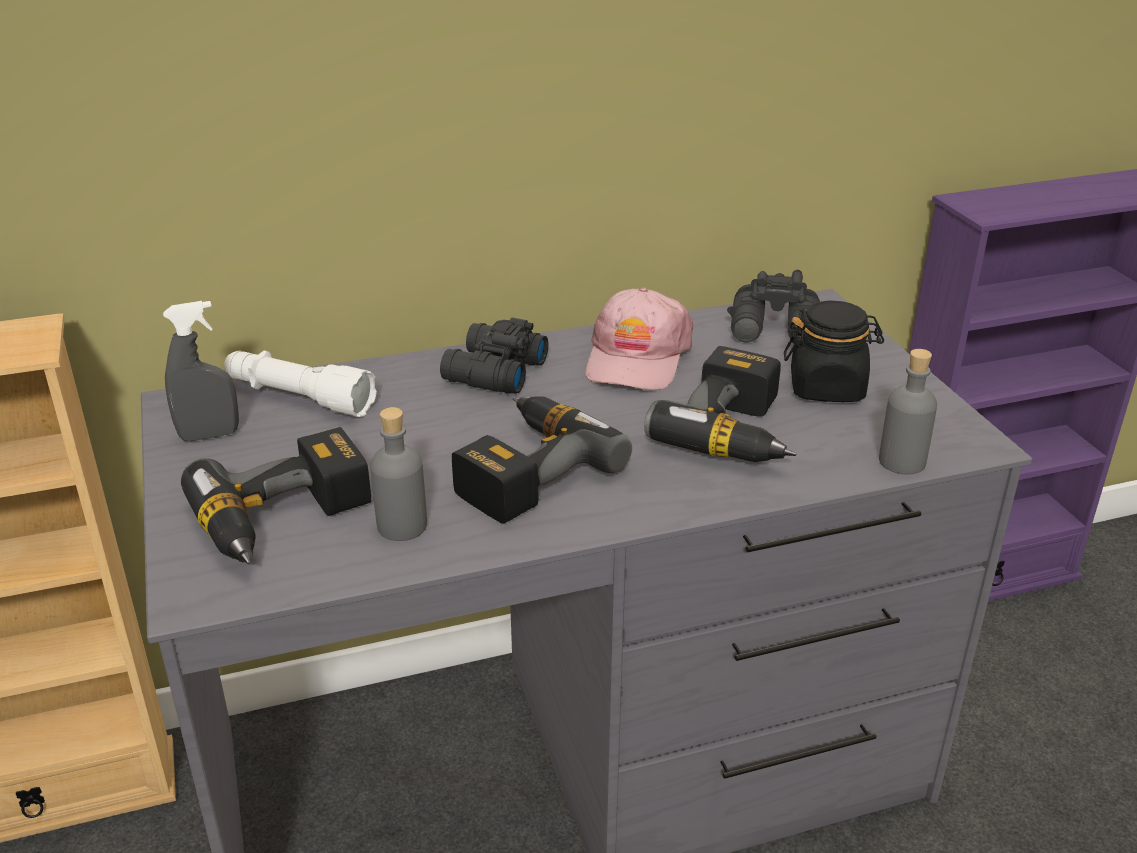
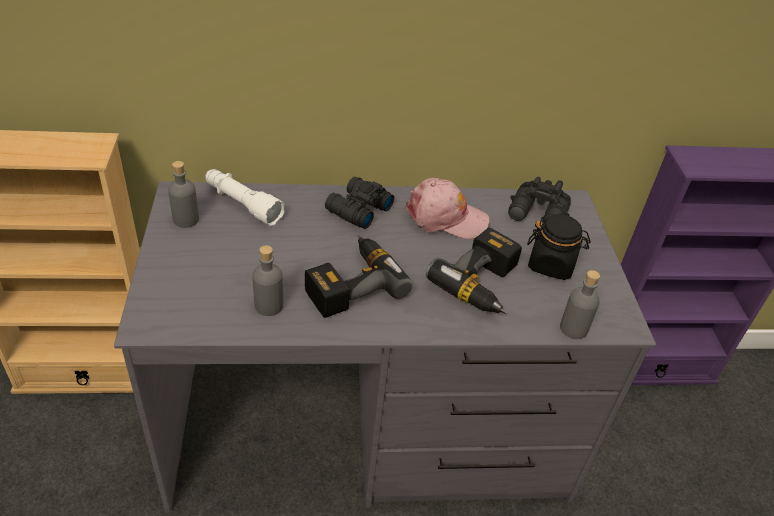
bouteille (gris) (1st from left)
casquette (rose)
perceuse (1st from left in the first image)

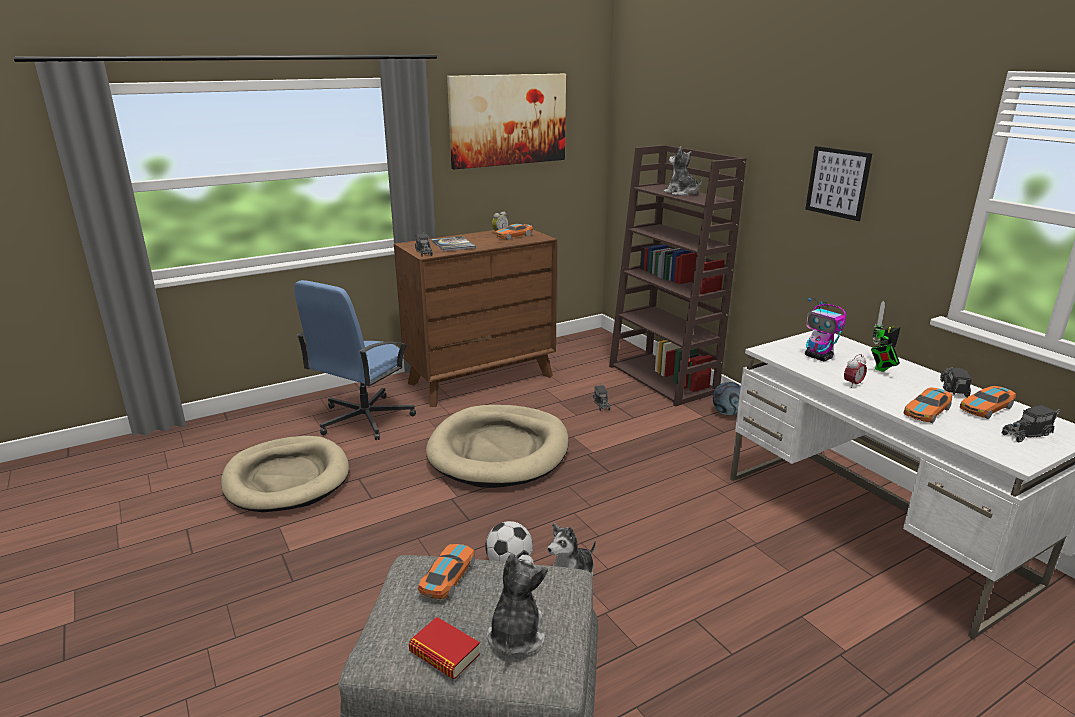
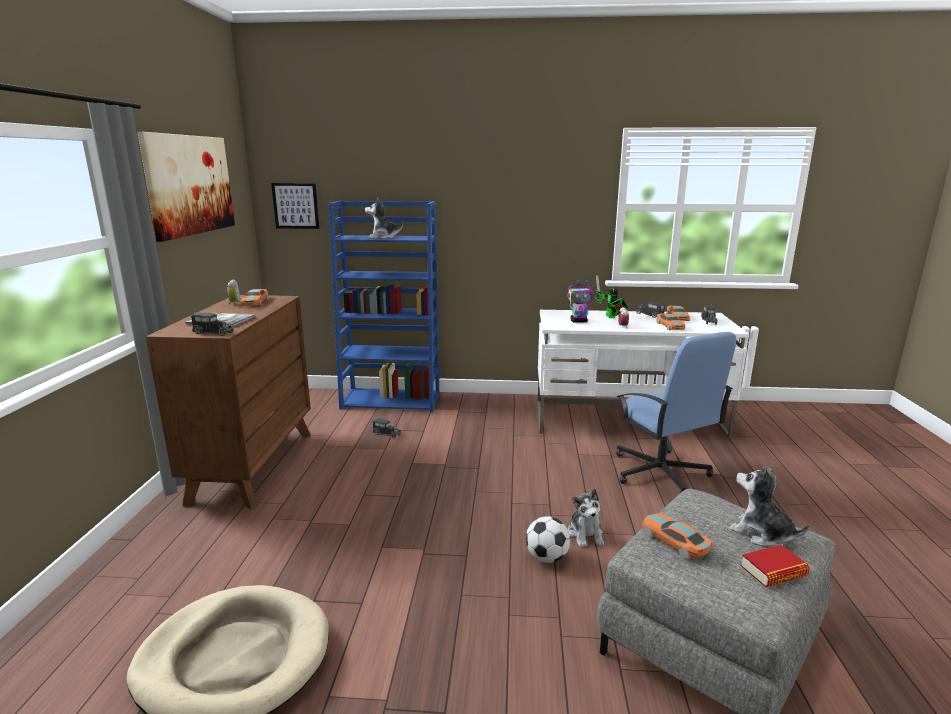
tableau (2nd from left)
bibliothèque (bleu)
chaise de bureau (bleu)
panier pour chien (beige) (2nd from left in the first image)
ballon de foot (2nd from left in the first image)

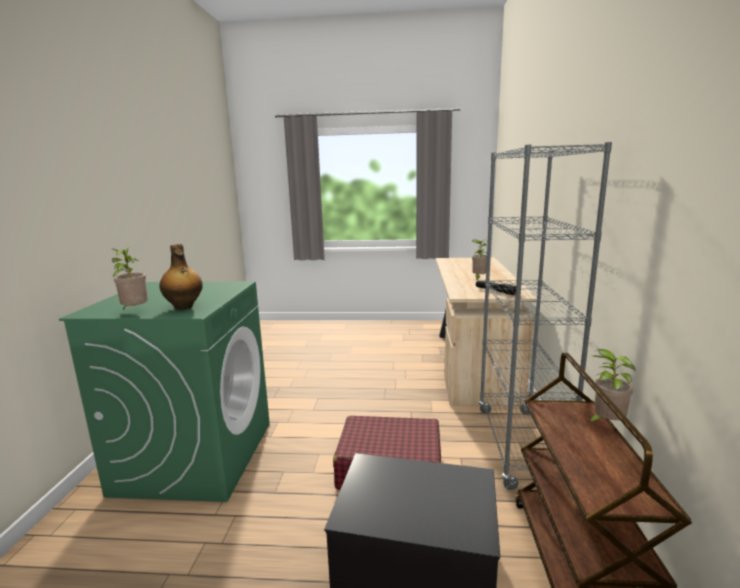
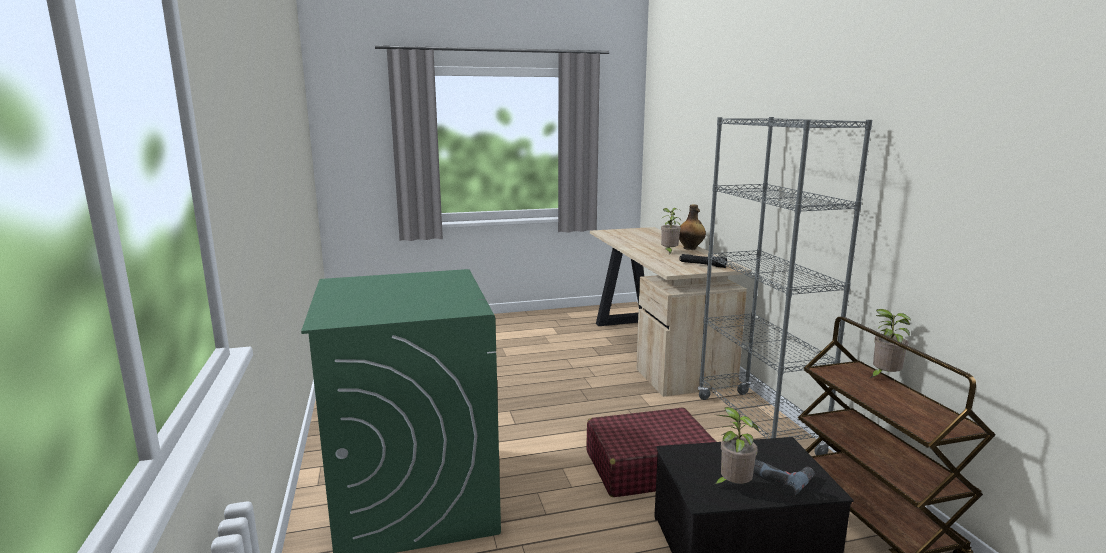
bouteille
plante en pot (2nd from left)
perceuse

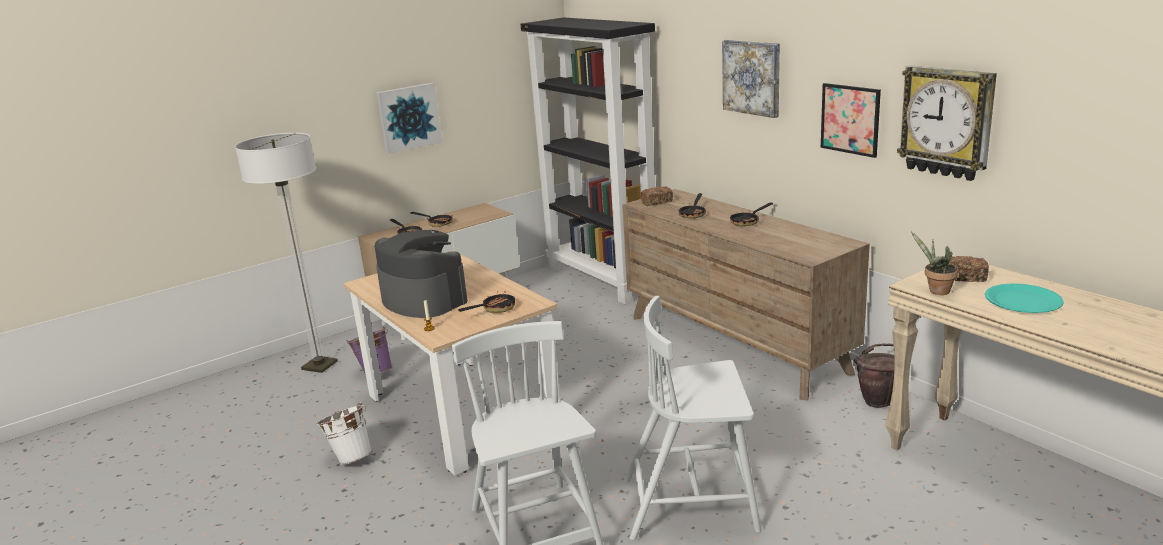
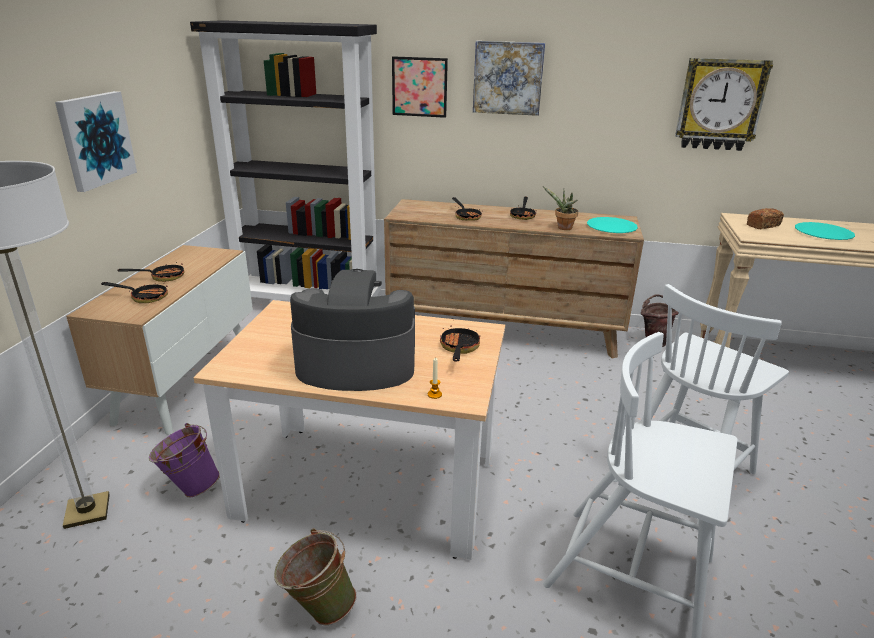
seau (vert)
tableau (2nd from left)
plante en pot
assiette (turquoise) (1st from left)
pain (1st from left in the first image)

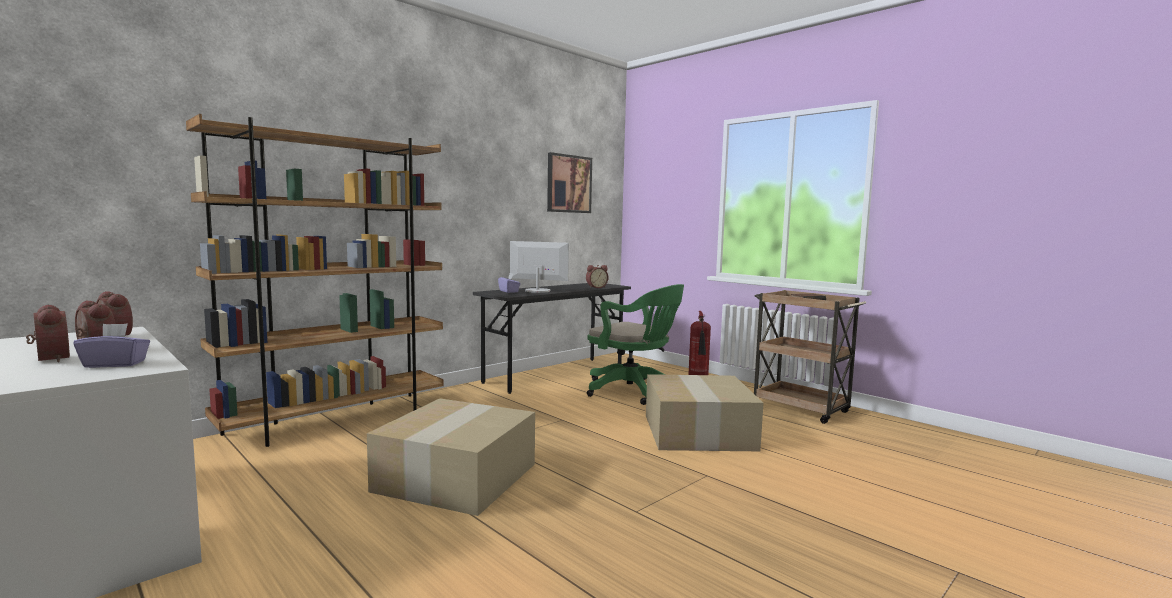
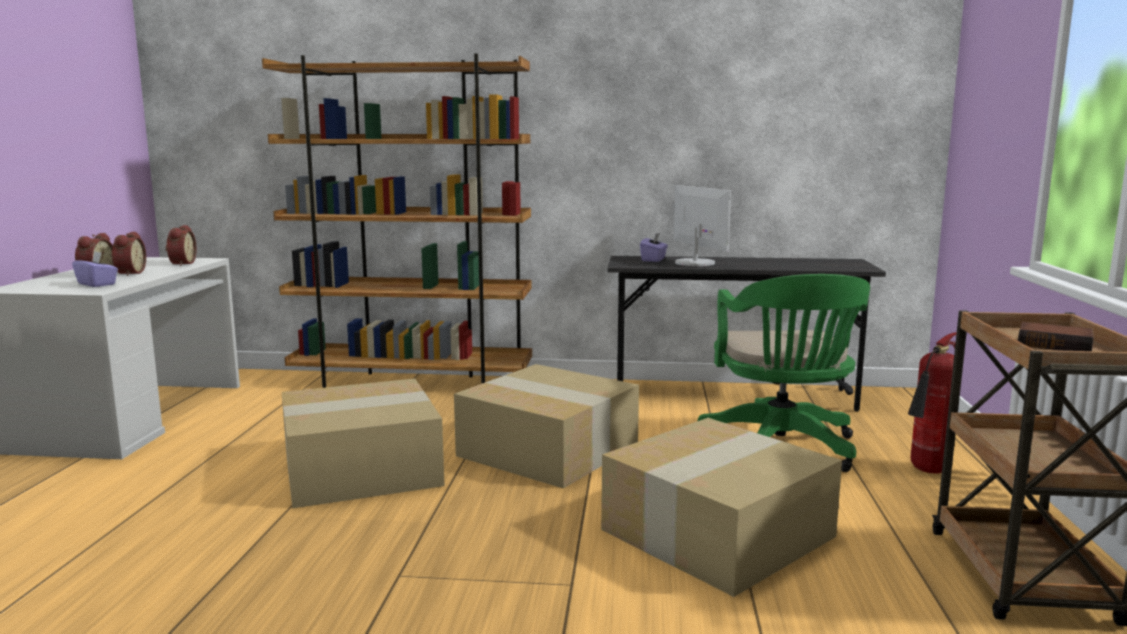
carton (2nd from left)
tableau
réveil (4th from left in the first image)

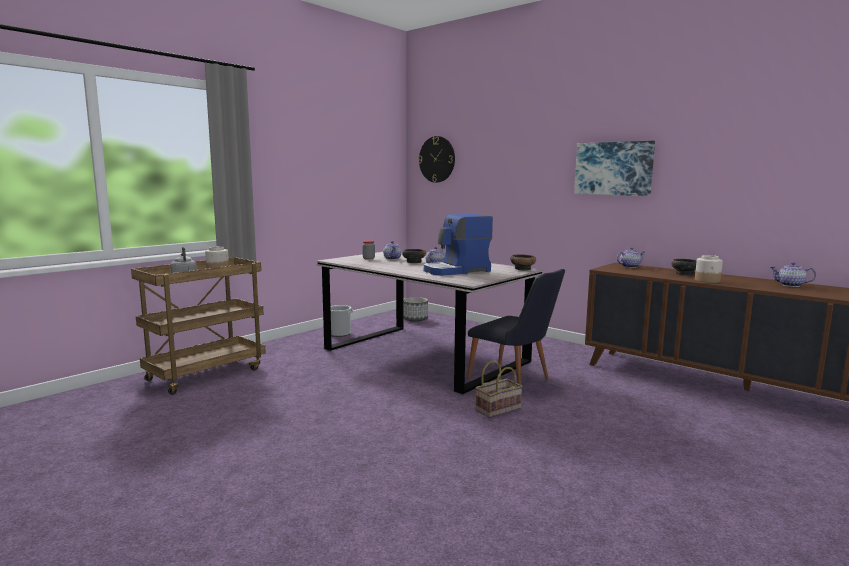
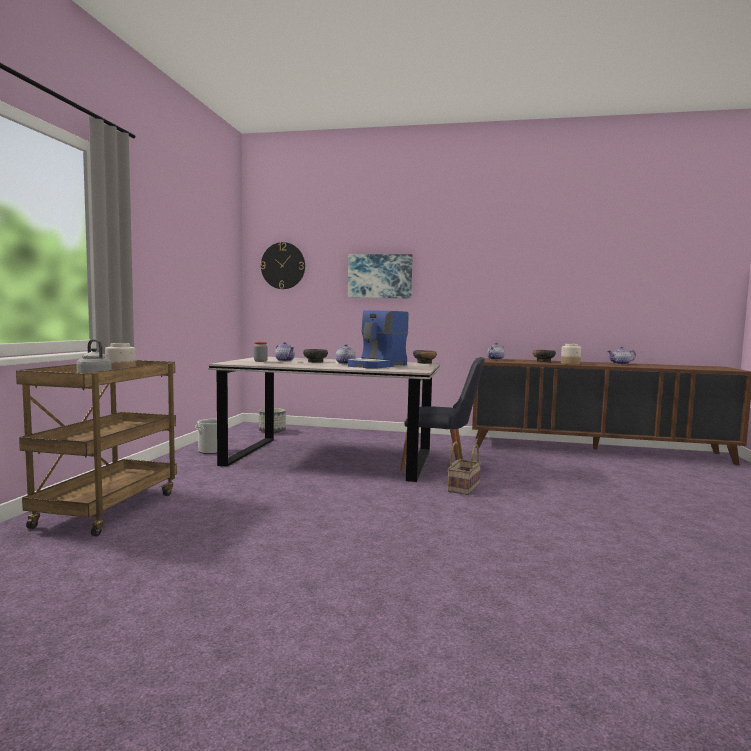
tableau

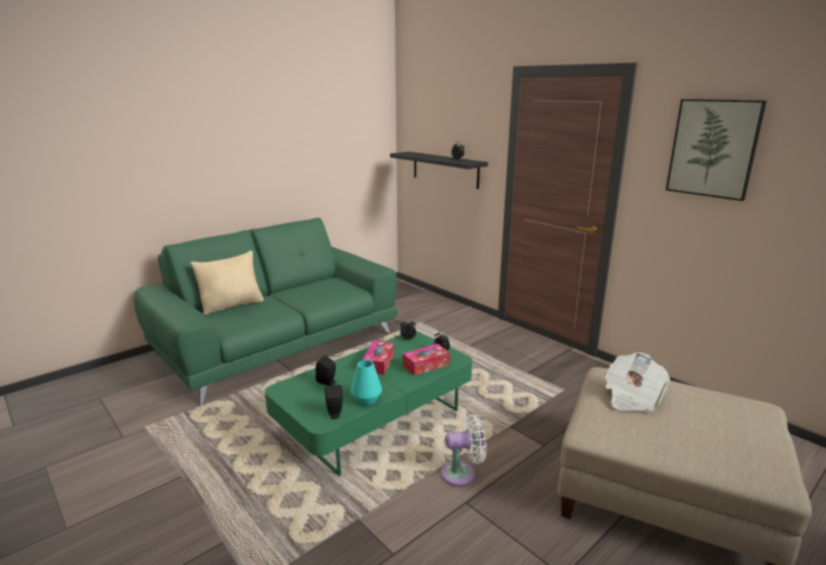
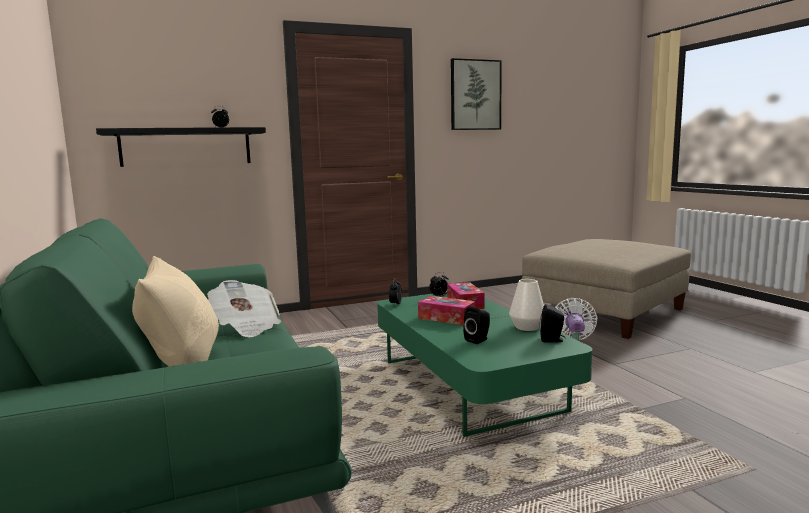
journal
vase (blanc)

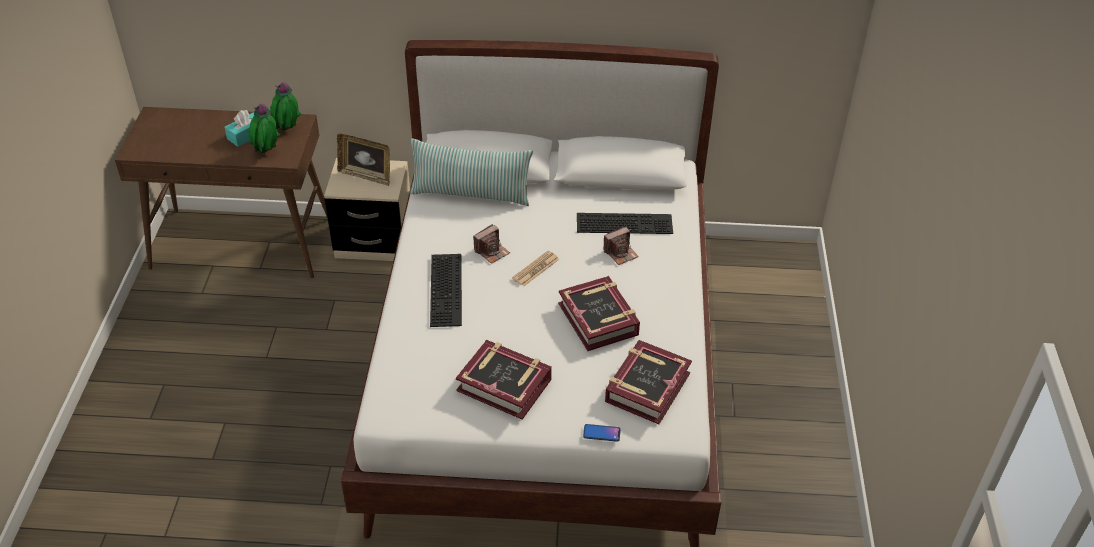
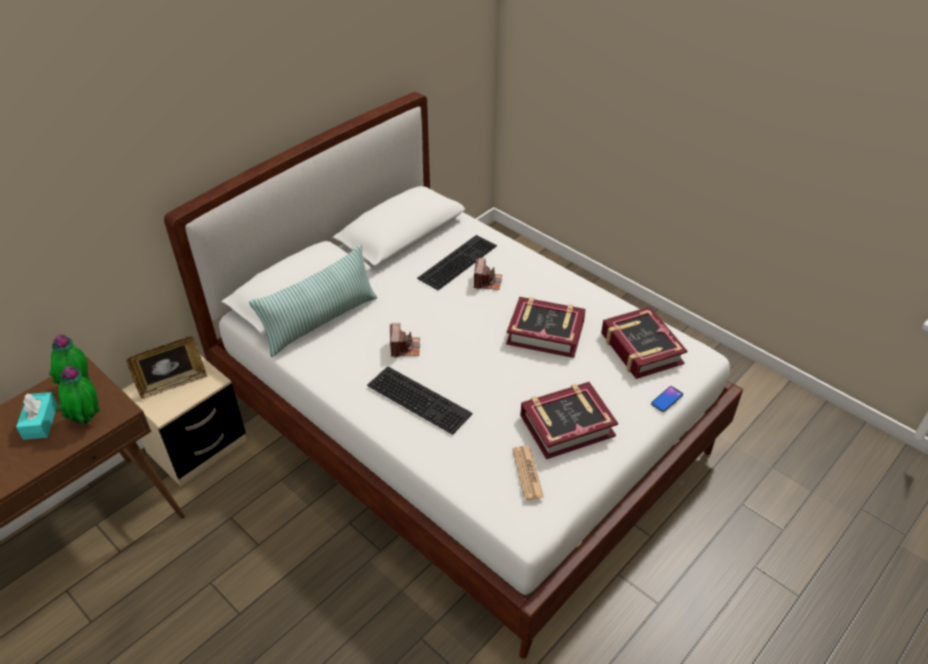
journal

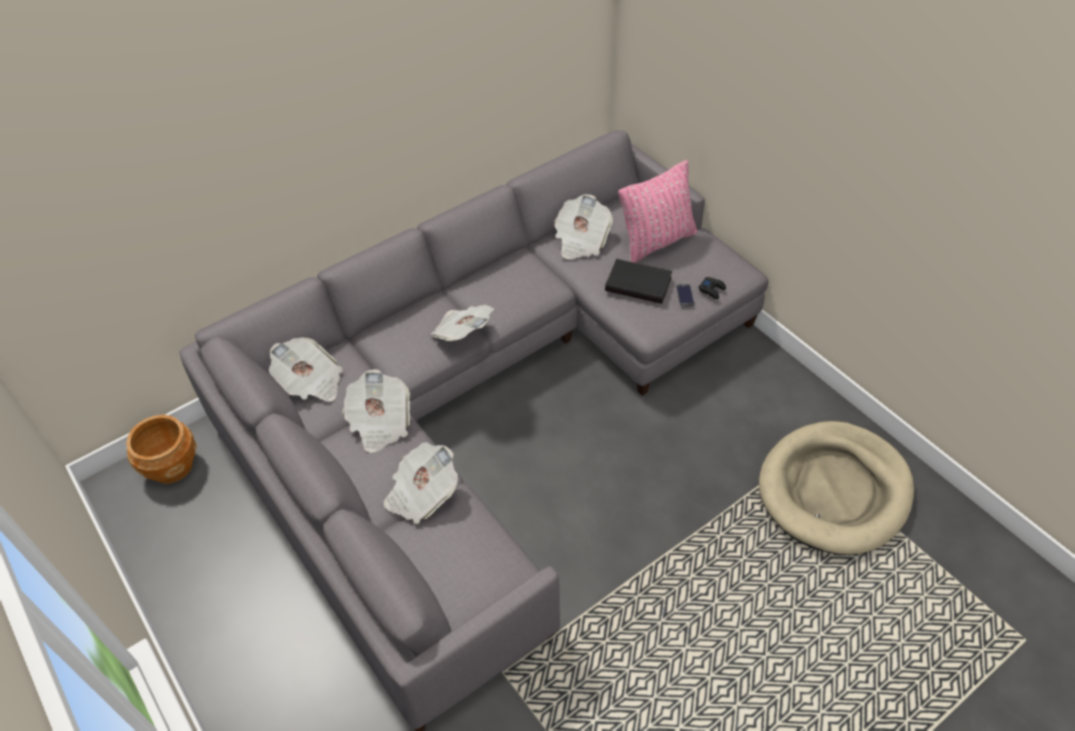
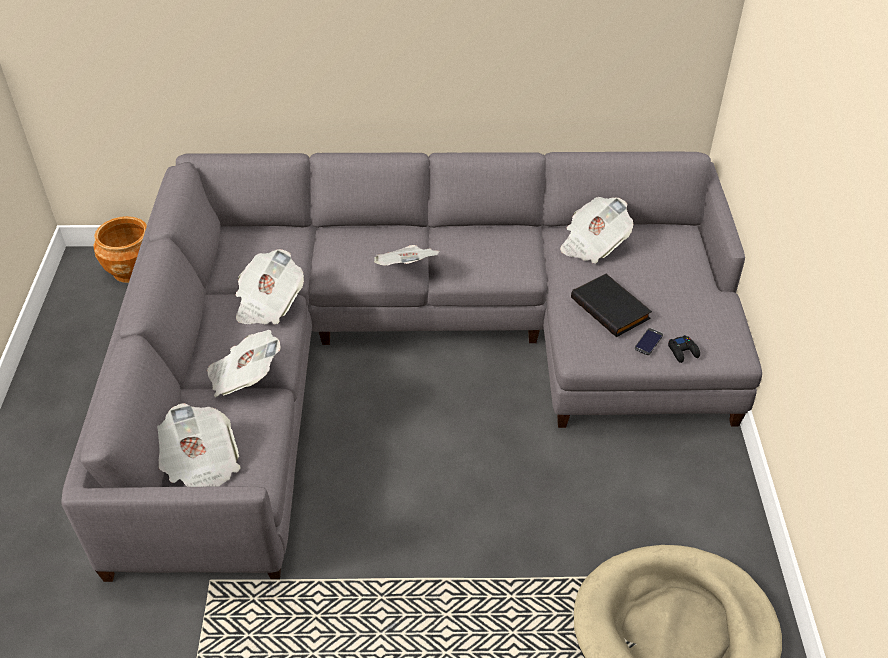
journal (1st from left)
coussin (rose)

